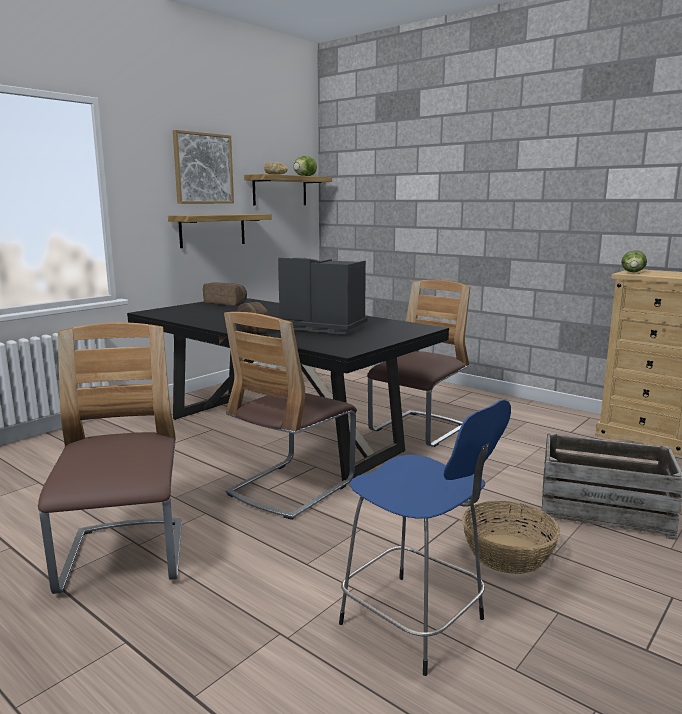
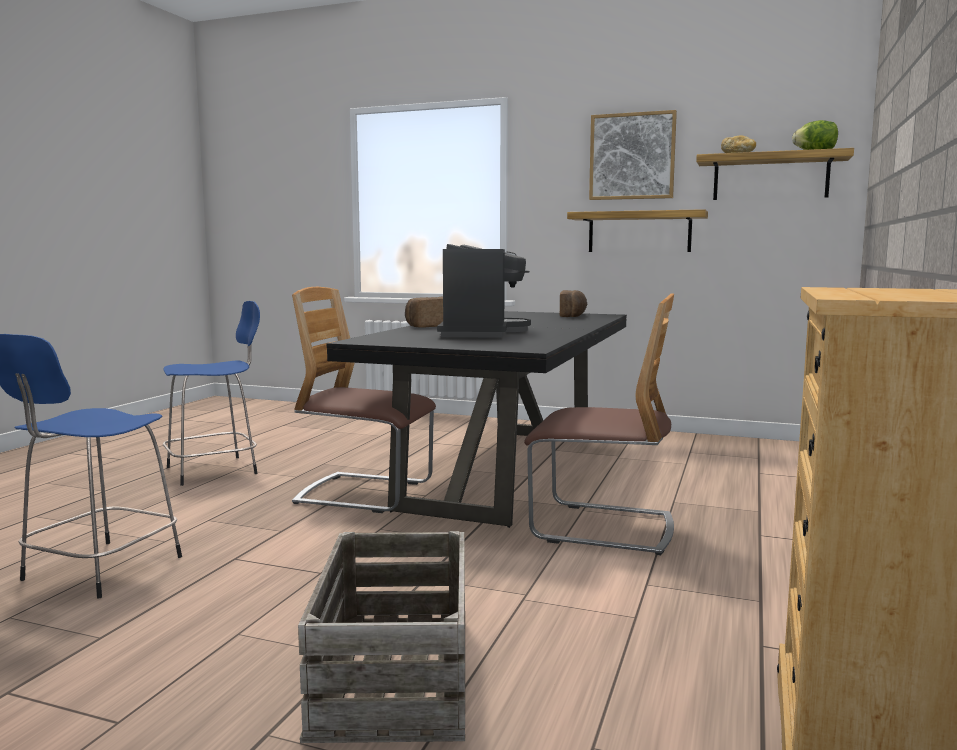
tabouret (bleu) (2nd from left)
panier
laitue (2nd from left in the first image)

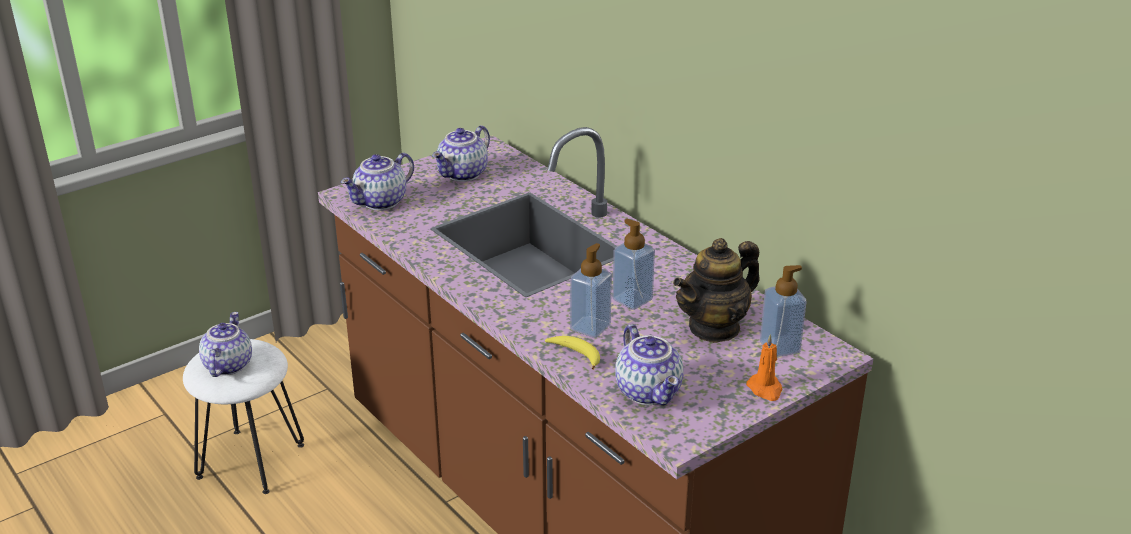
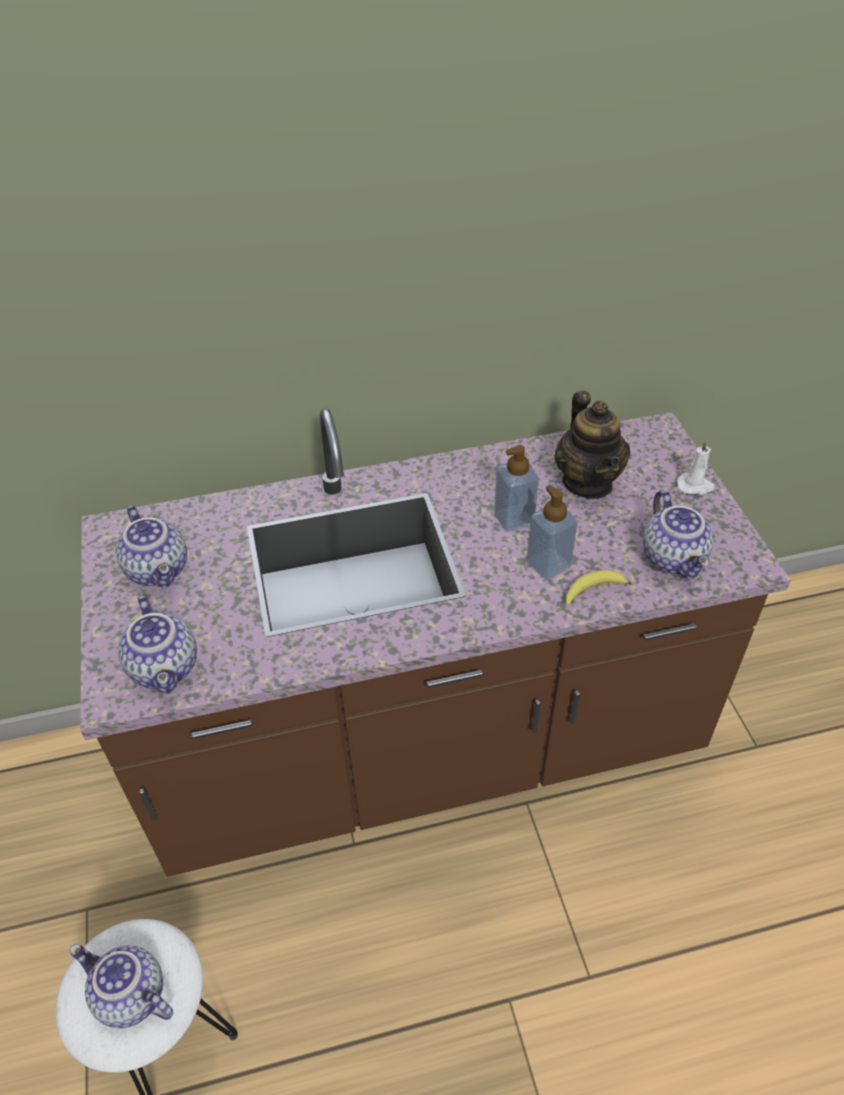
théière (5th from left)
bougie (blanc)
distributeur de savon (3rd from left in the first image)

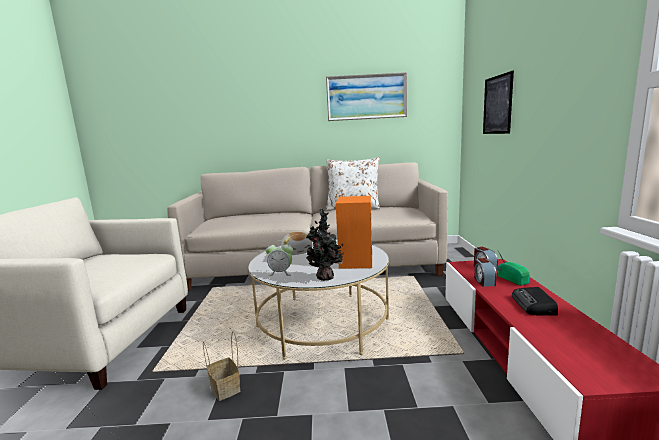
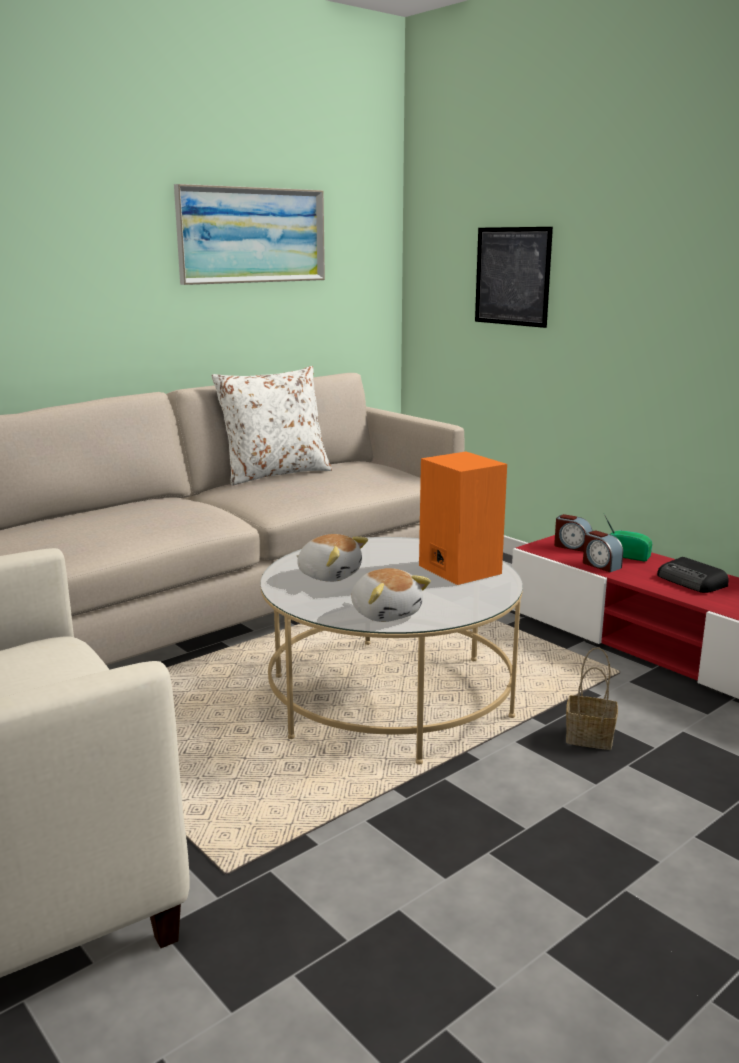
peluche (2nd from left)
panier
plante en pot

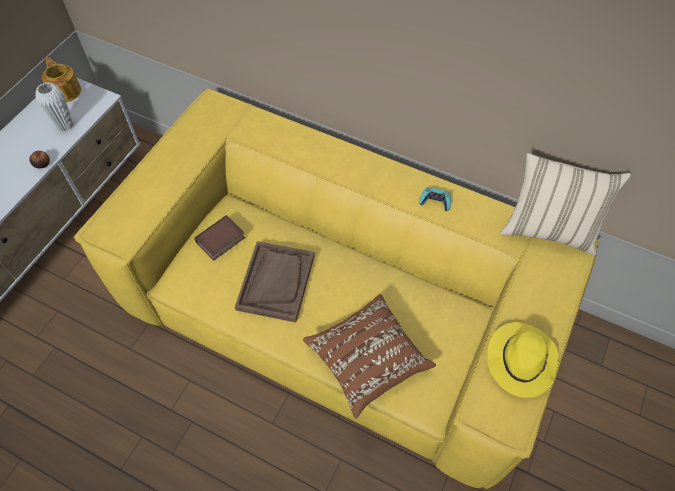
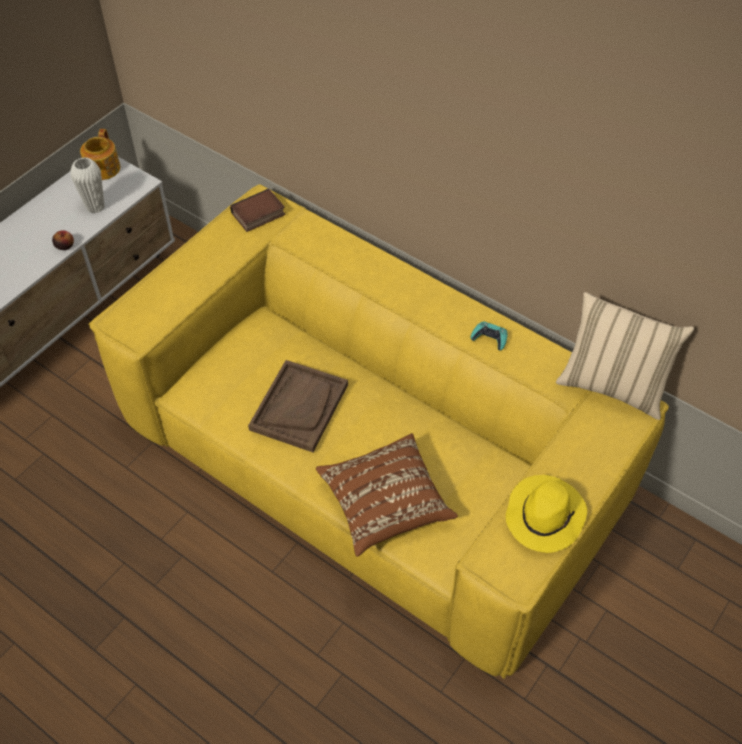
théière
livre

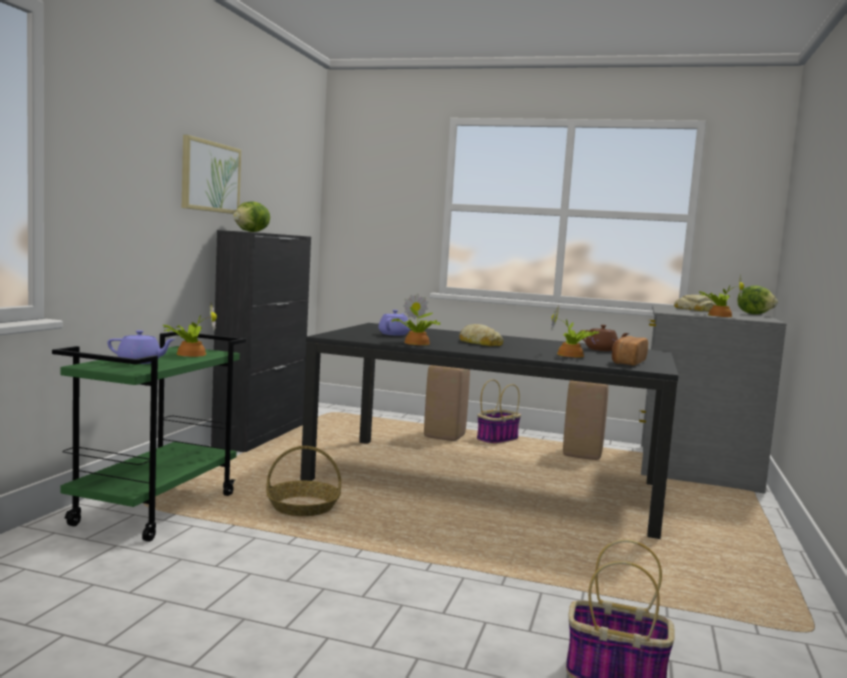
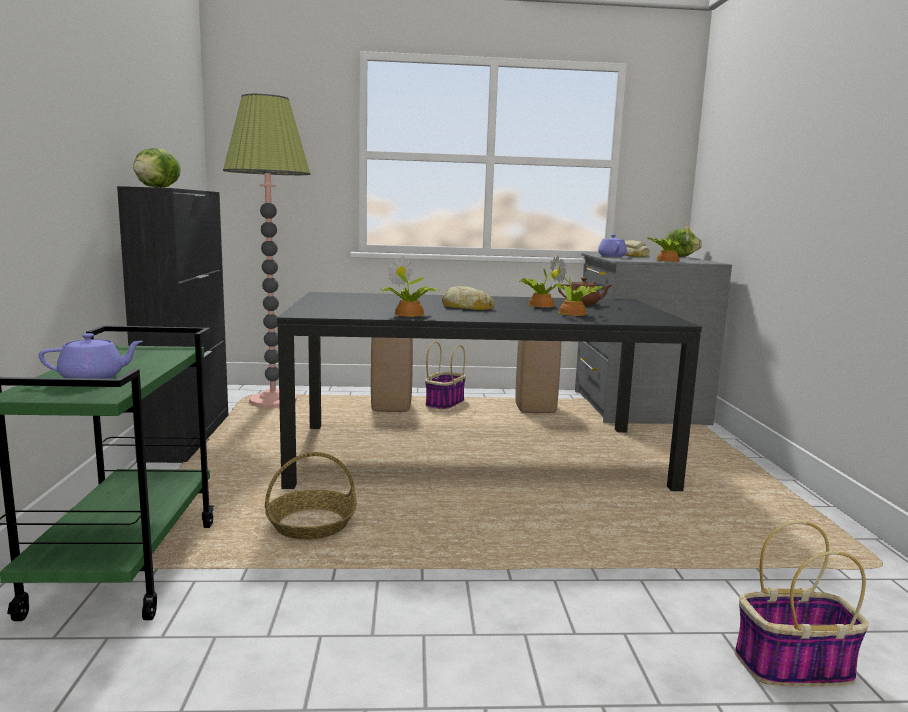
lampadaire
plante en pot (2nd from left)
théière (violet) (2nd from left)
tableau
pain (2nd from left in the first image)

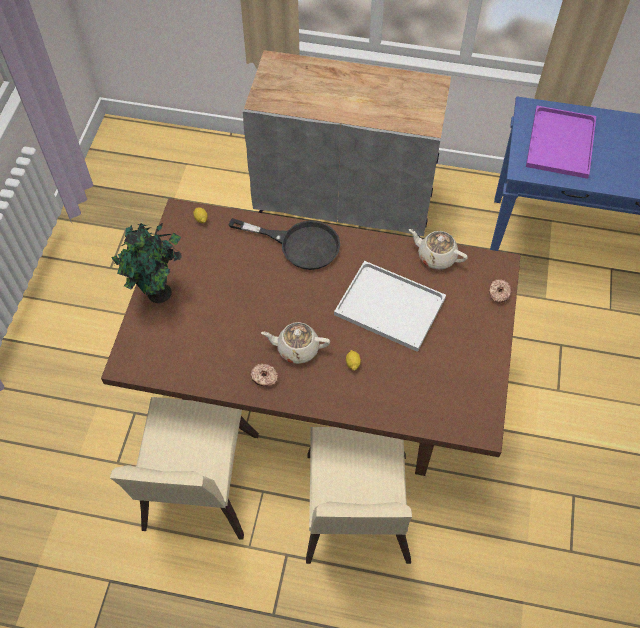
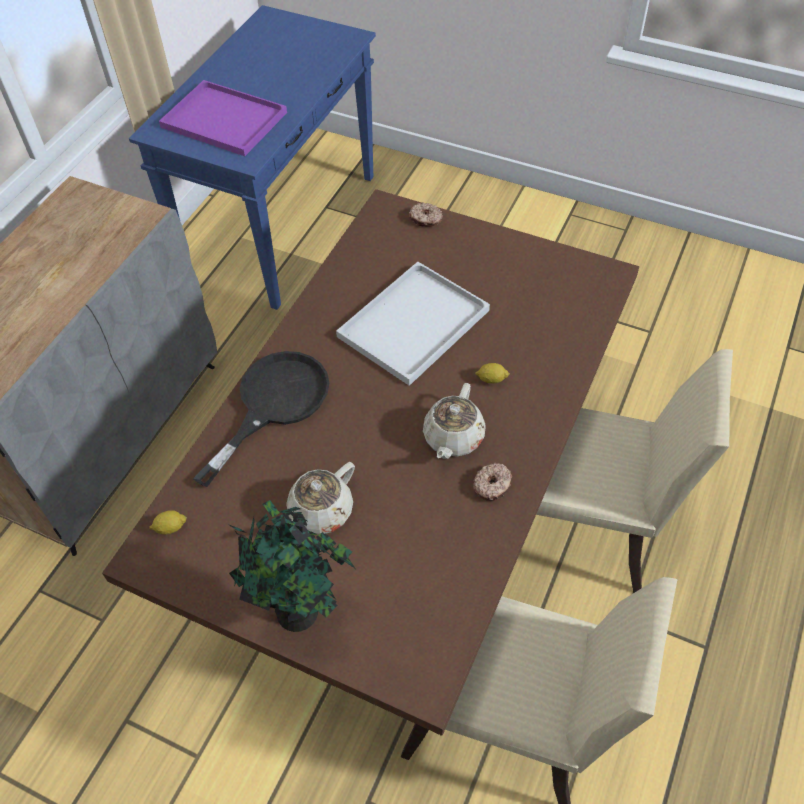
théière (beige) (1st from left)

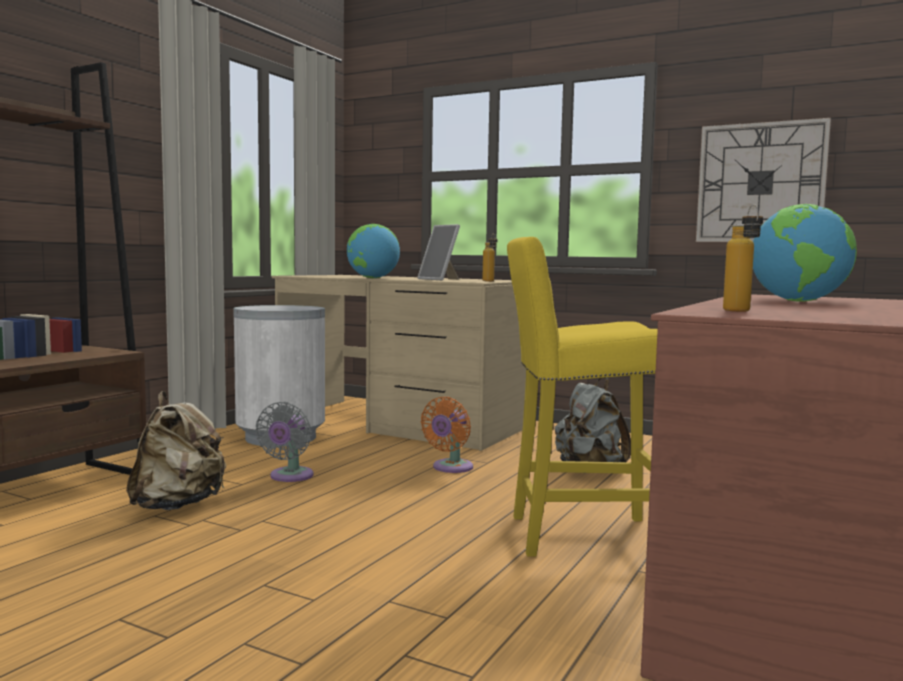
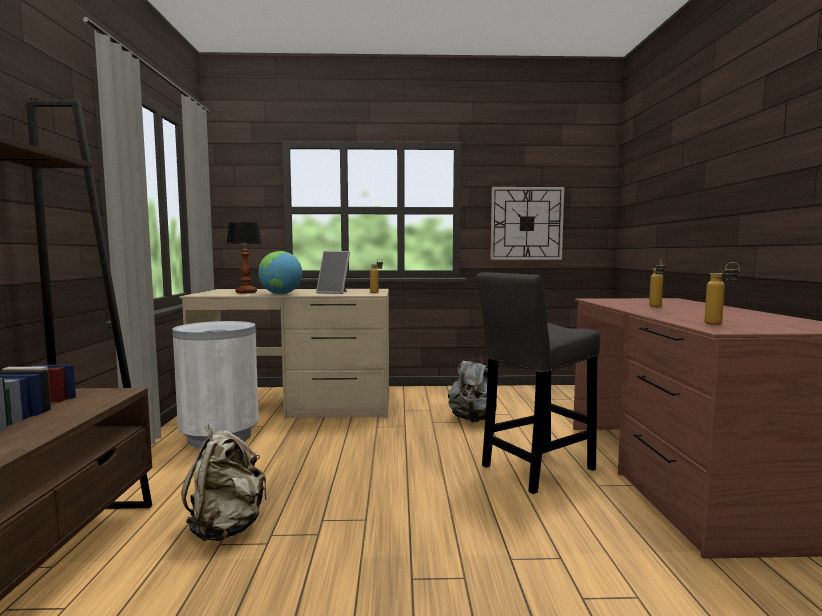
lampe de table
tabouret (gris)
bouteille (2nd from left)
ventilateur (gris)
ventilateur (orange)

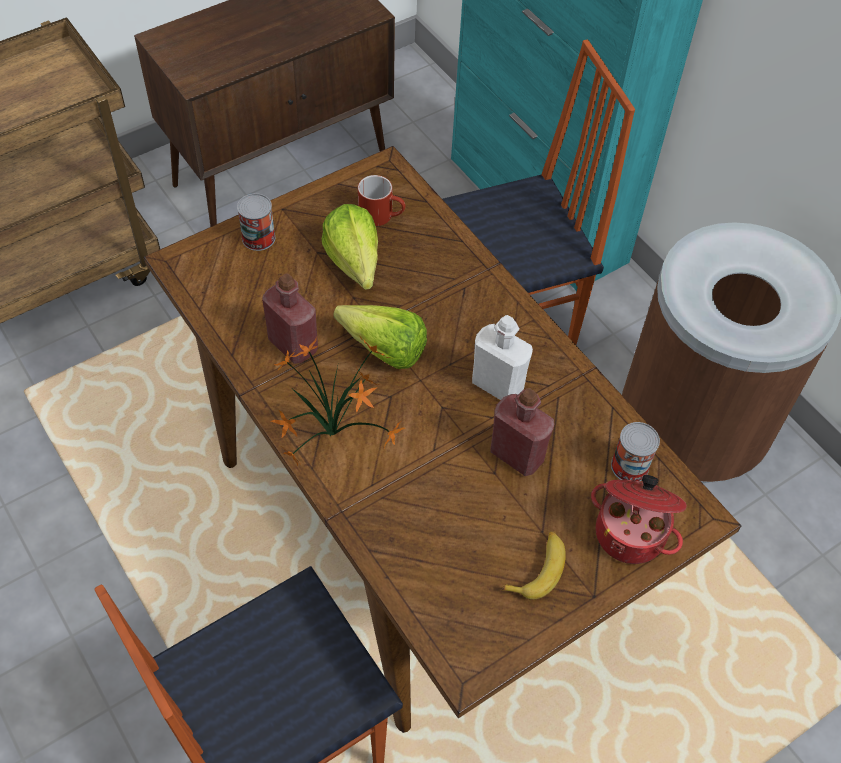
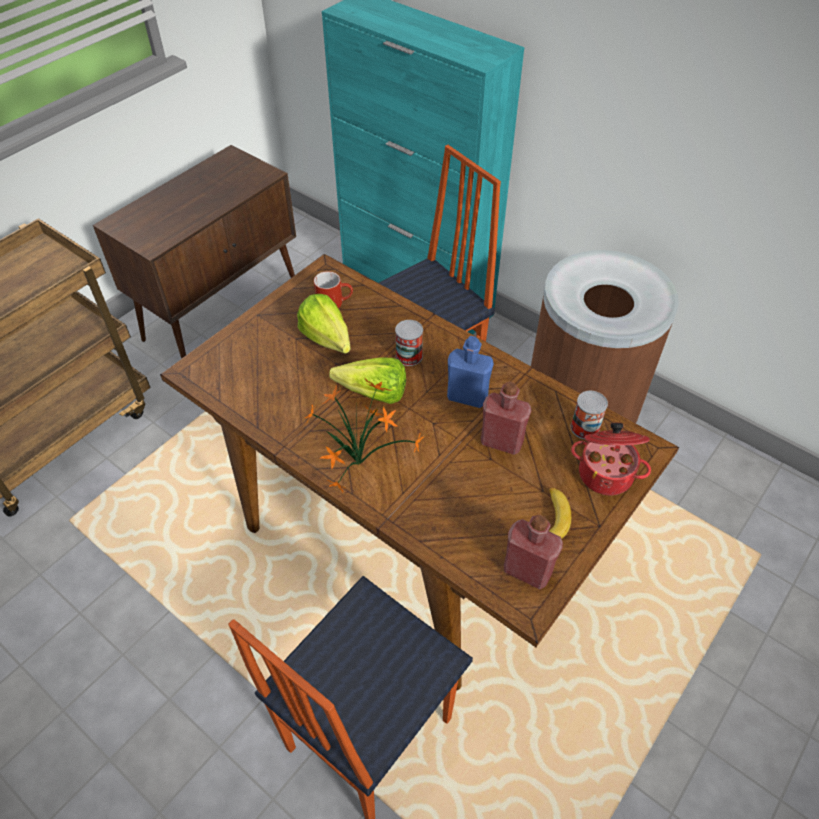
boîte métallique (1st from left)
bouteille (bleu)
bouteille (rouge) (2nd from left)

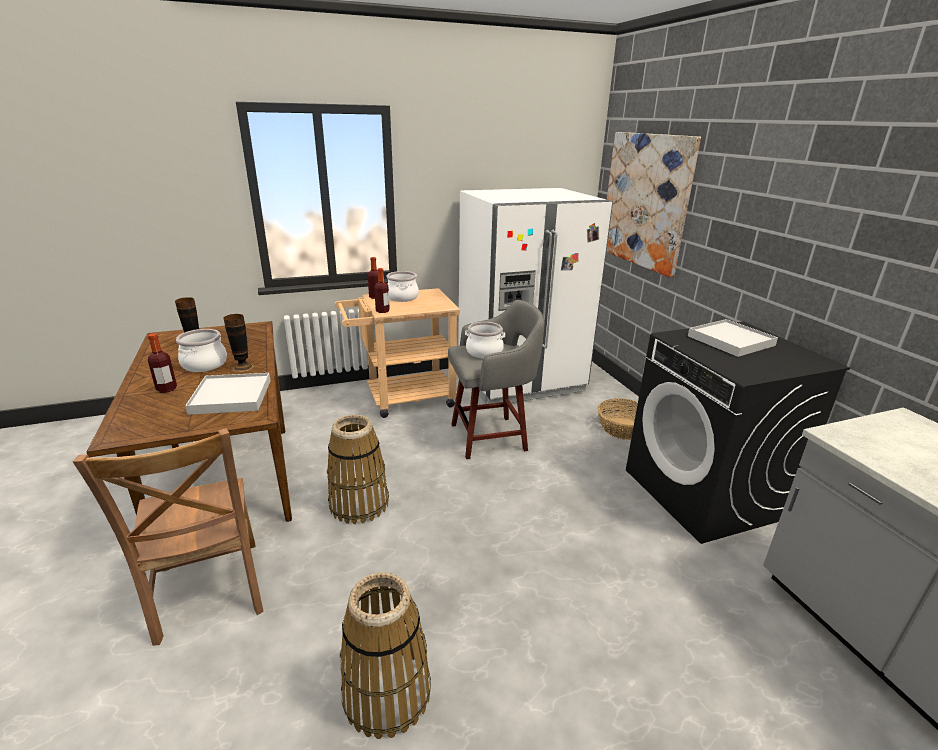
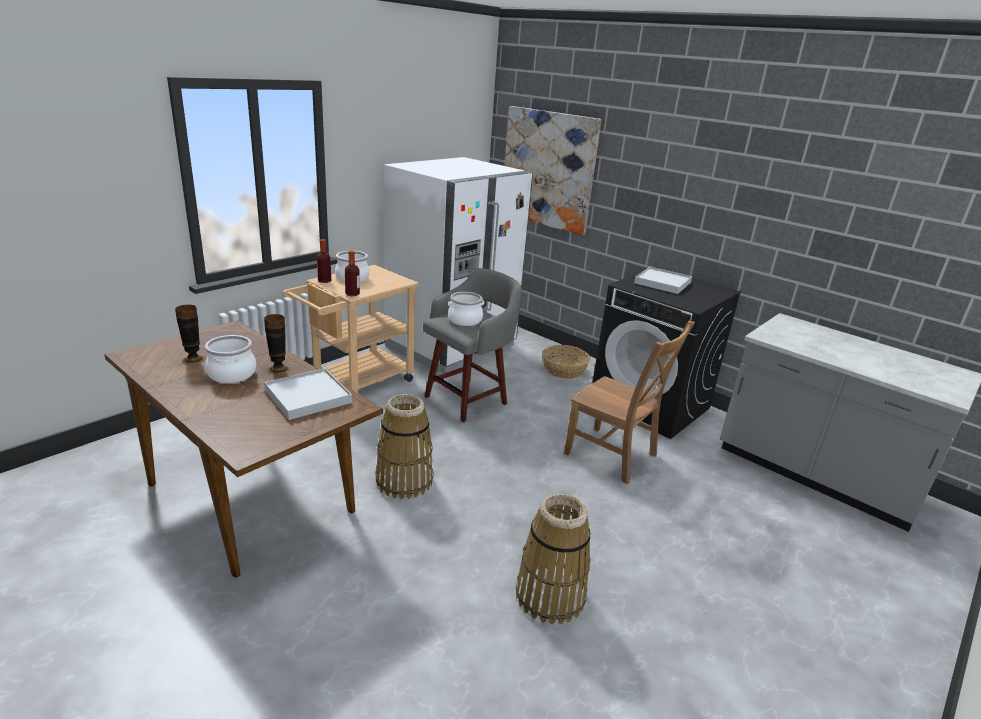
chaise (marron)
bouteille (1st from left in the first image)

